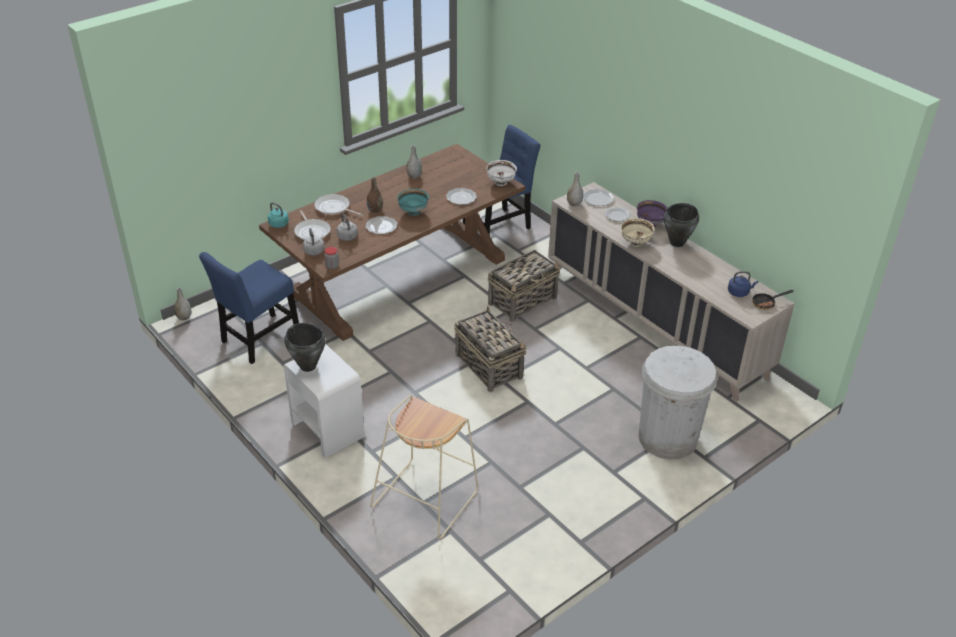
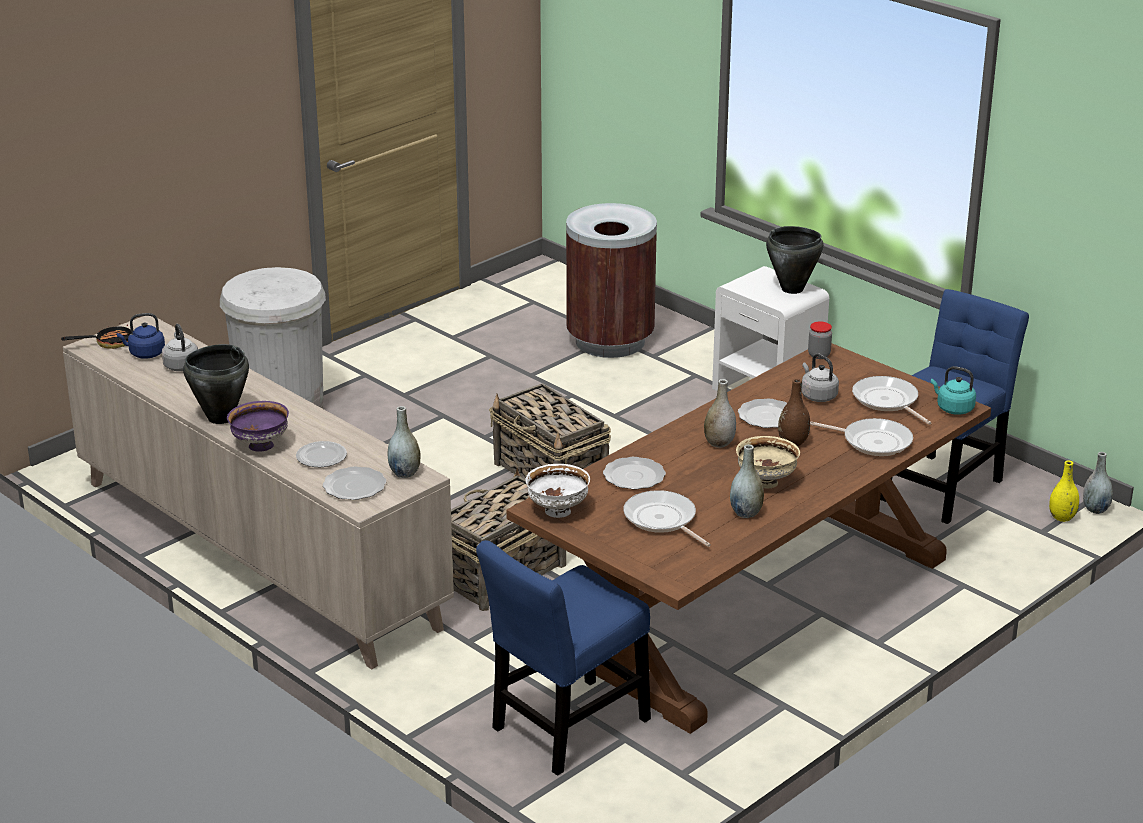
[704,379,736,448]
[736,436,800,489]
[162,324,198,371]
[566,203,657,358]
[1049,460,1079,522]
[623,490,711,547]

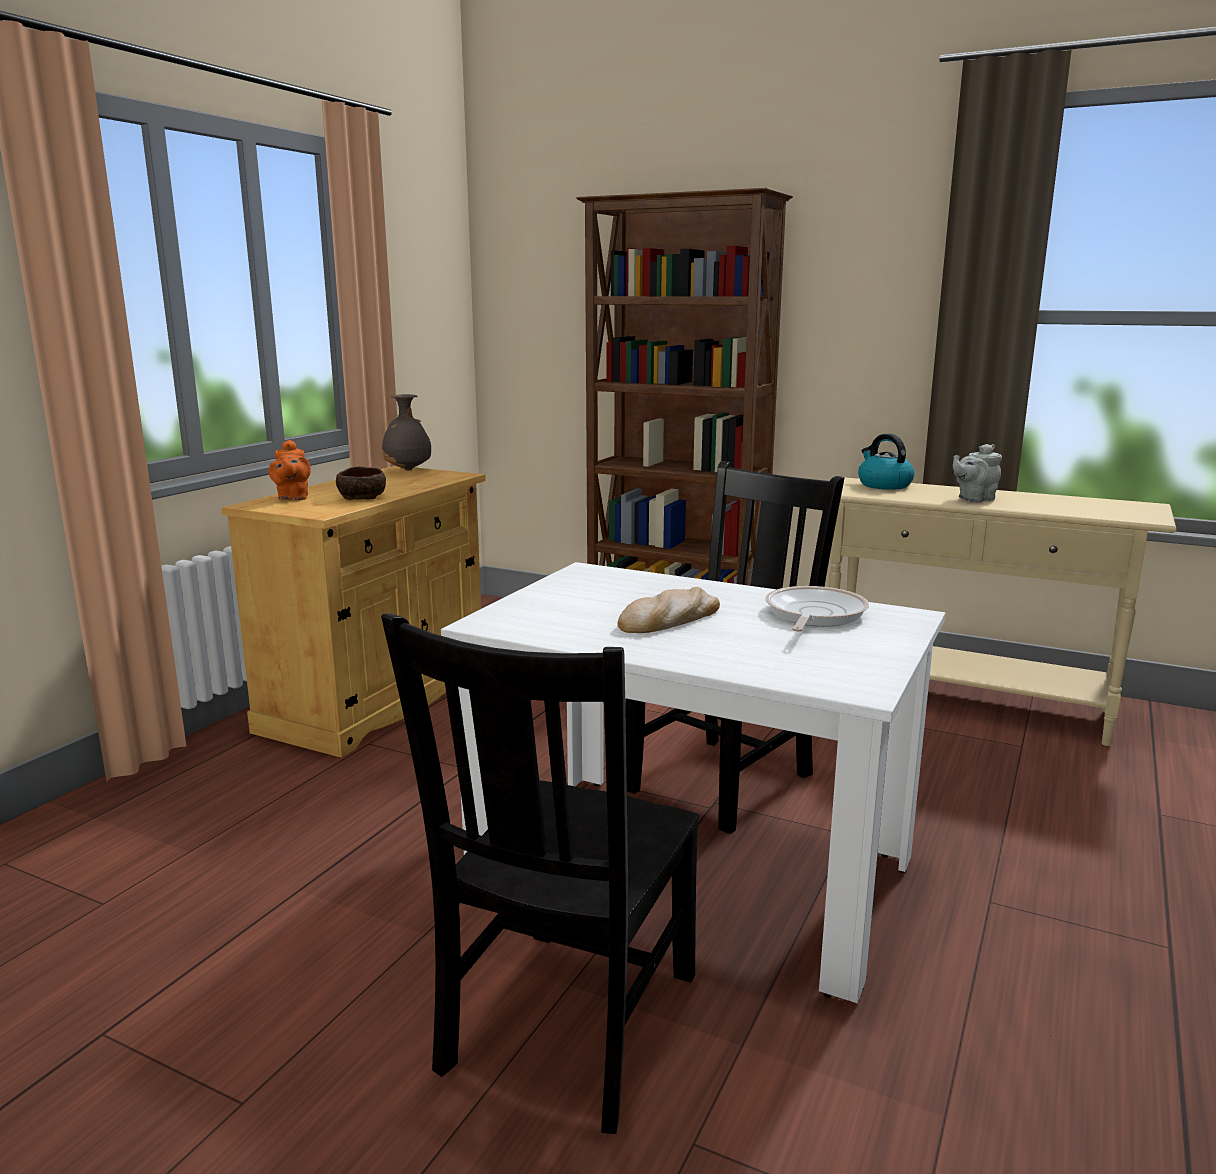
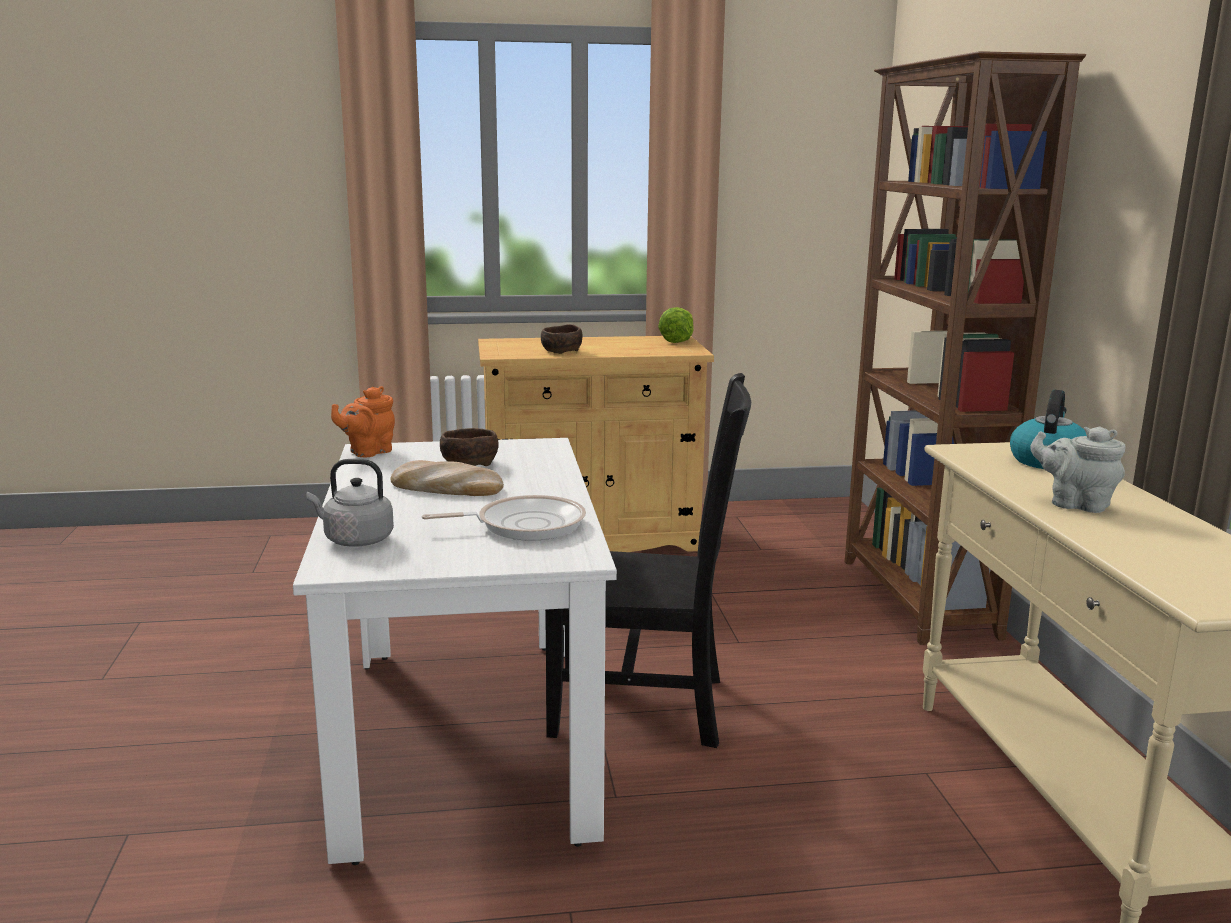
[658,307,694,343]
[331,386,395,457]
[381,613,699,1134] (first image)
[440,428,499,466]
[307,459,394,547]

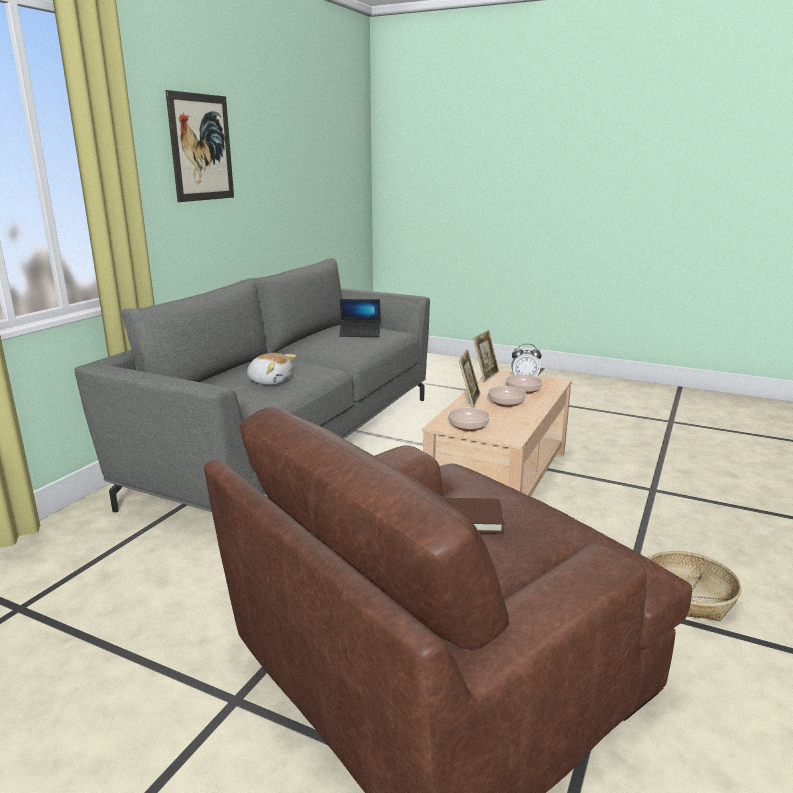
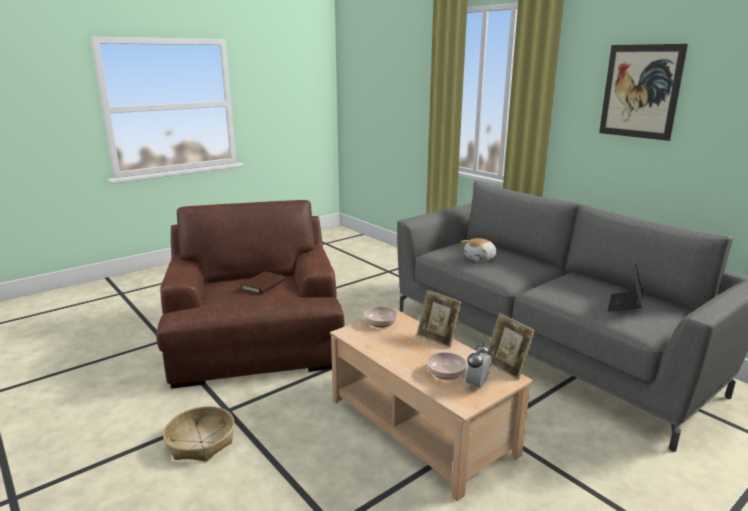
[488,386,526,407] (first image)

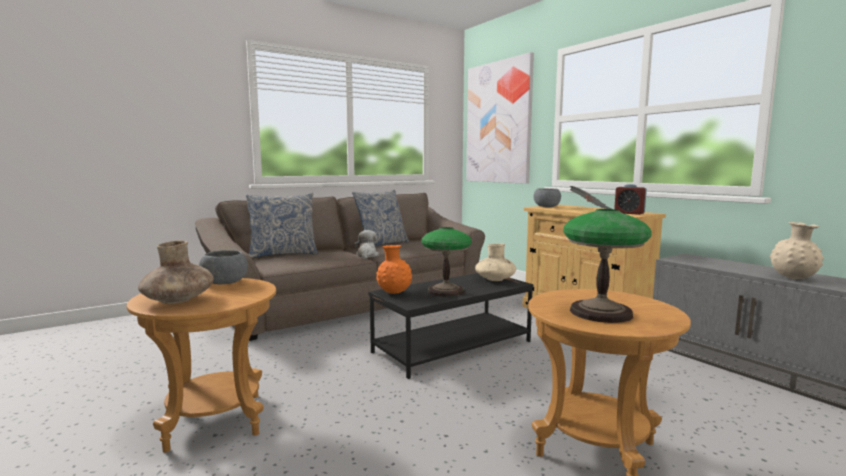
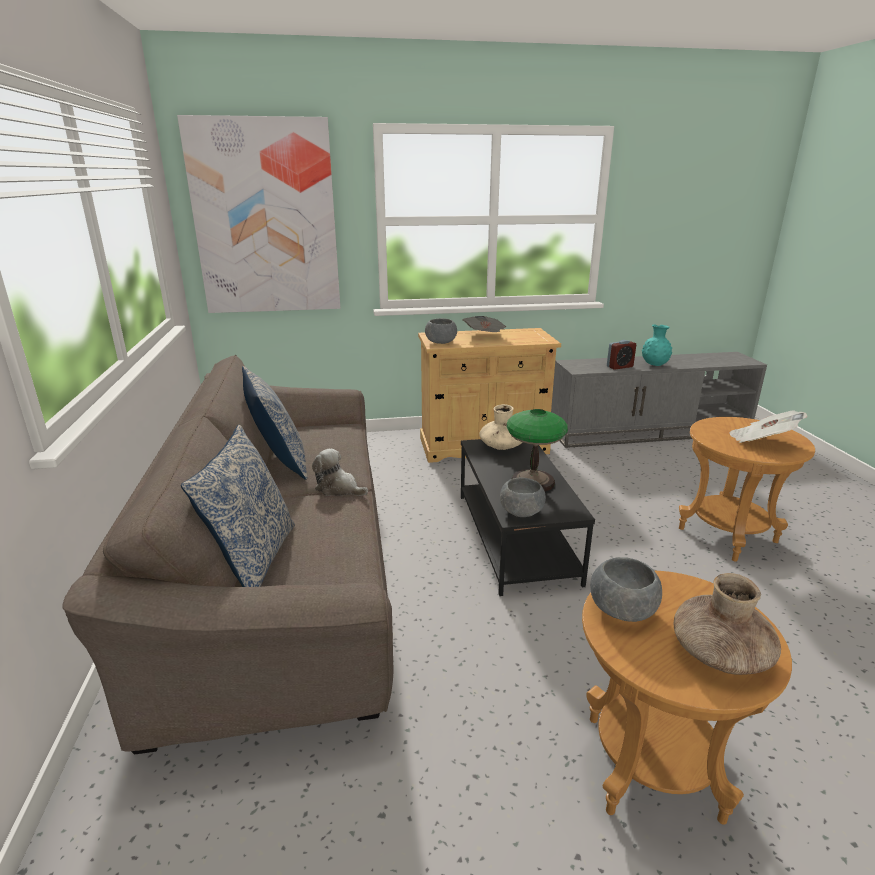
[607,340,636,370]
[729,410,807,443]
[642,324,672,366]
[500,478,546,517]

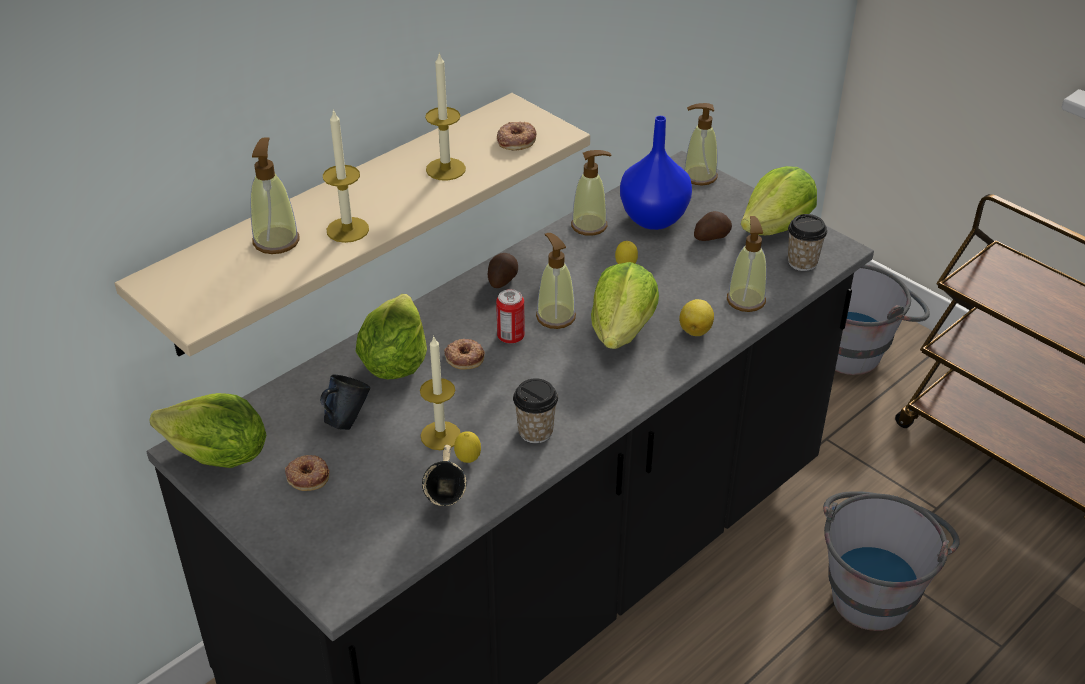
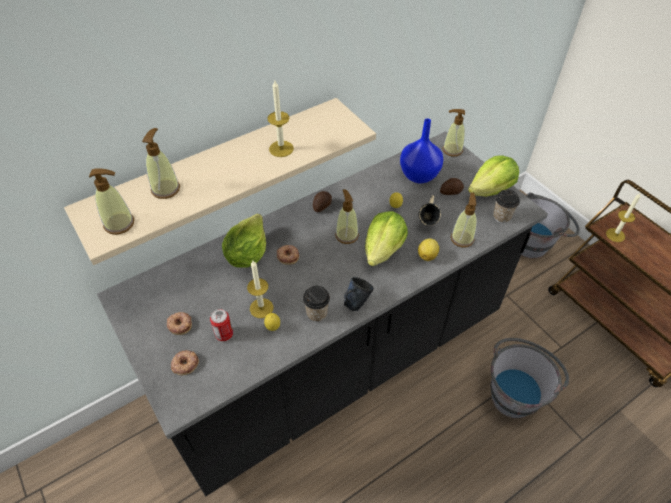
[606,193,640,242]
[171,350,199,375]
[89,168,134,235]
[210,309,233,341]
[344,277,374,311]
[149,393,266,468] (first image)
[419,195,441,226]

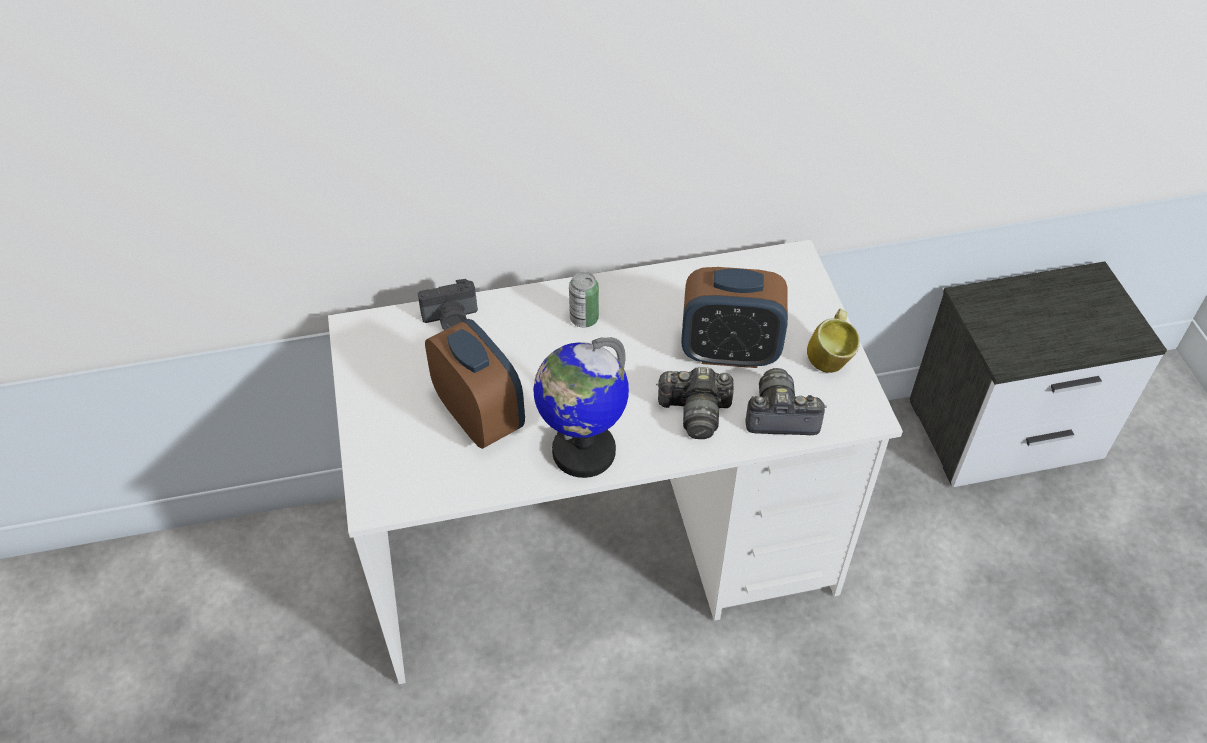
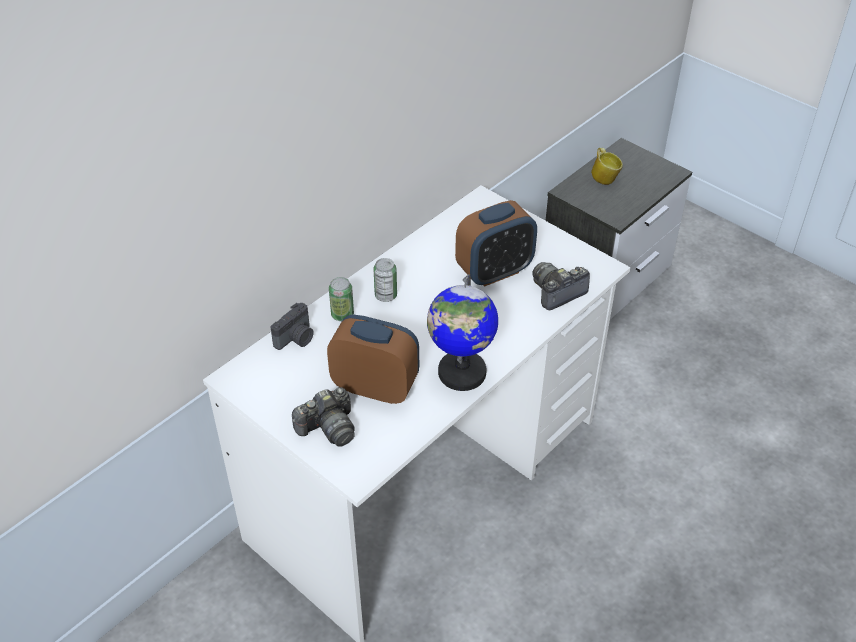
[591,148,623,185]
[292,387,355,447]
[329,277,354,321]

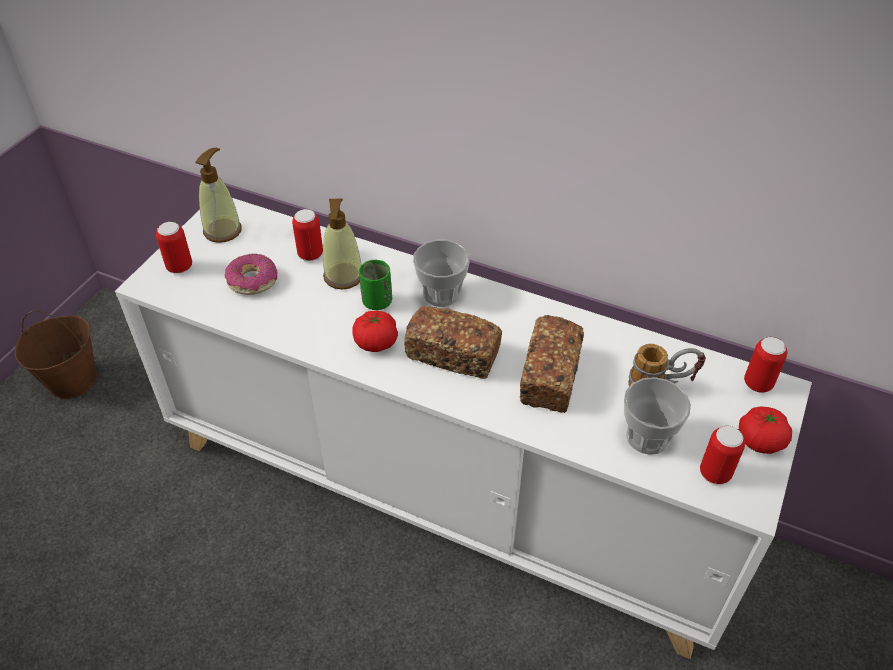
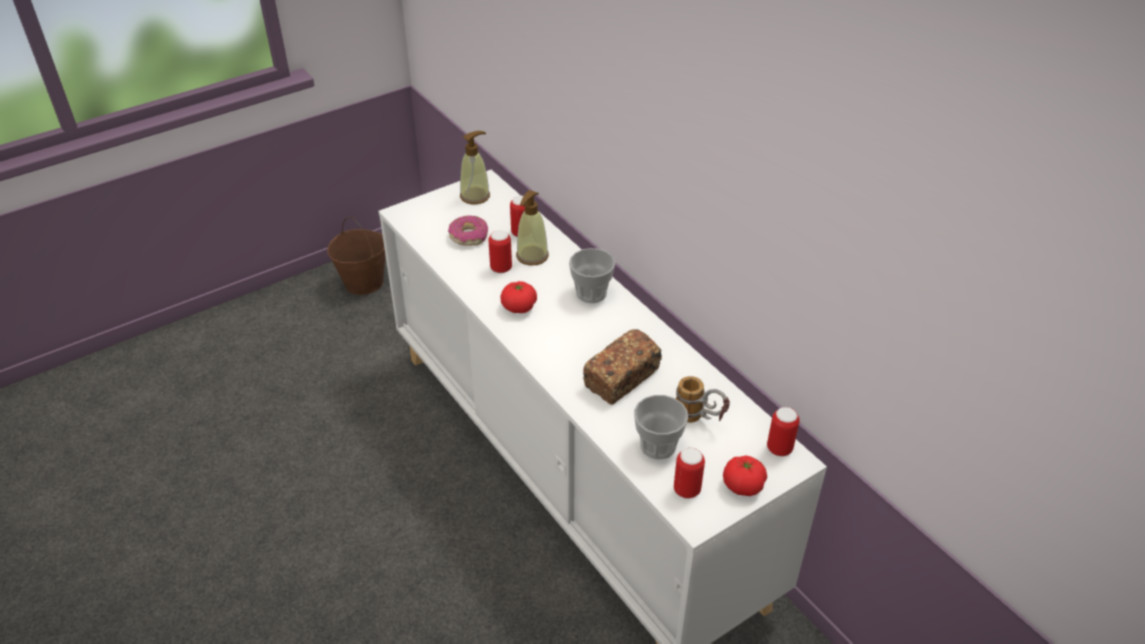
[488,230,512,273]
[359,260,392,310] (first image)
[404,306,502,379] (first image)

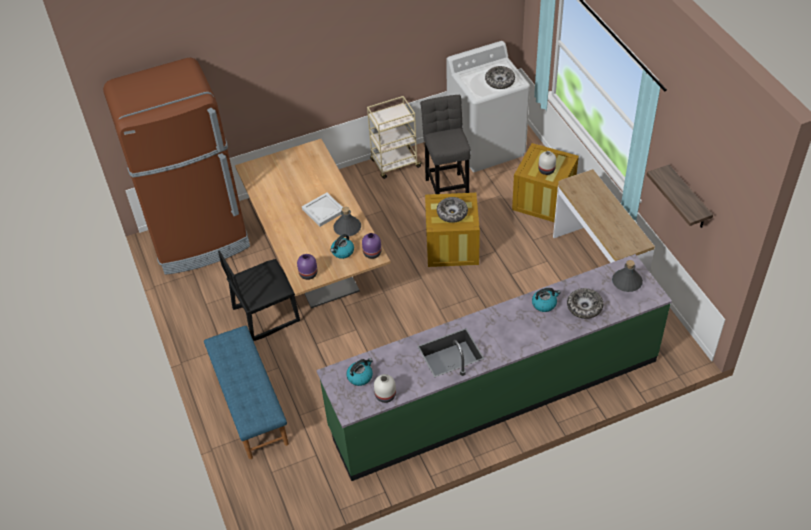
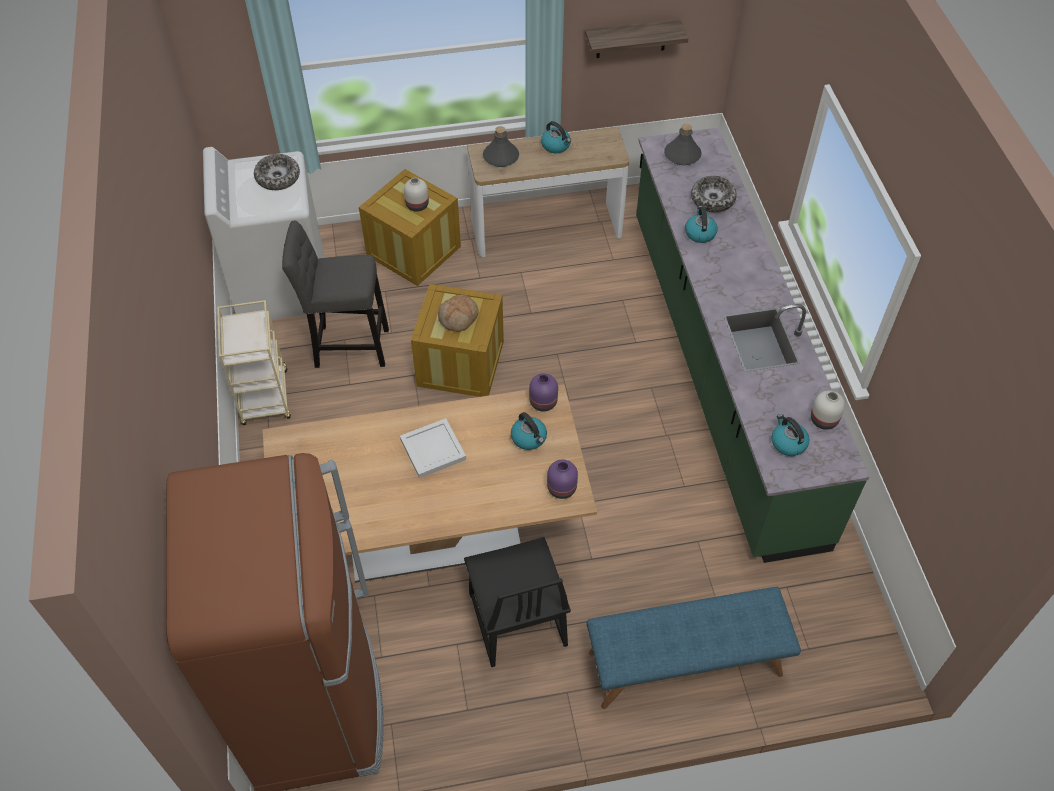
[438,295,479,332]
[483,126,519,167]
[541,121,571,154]

